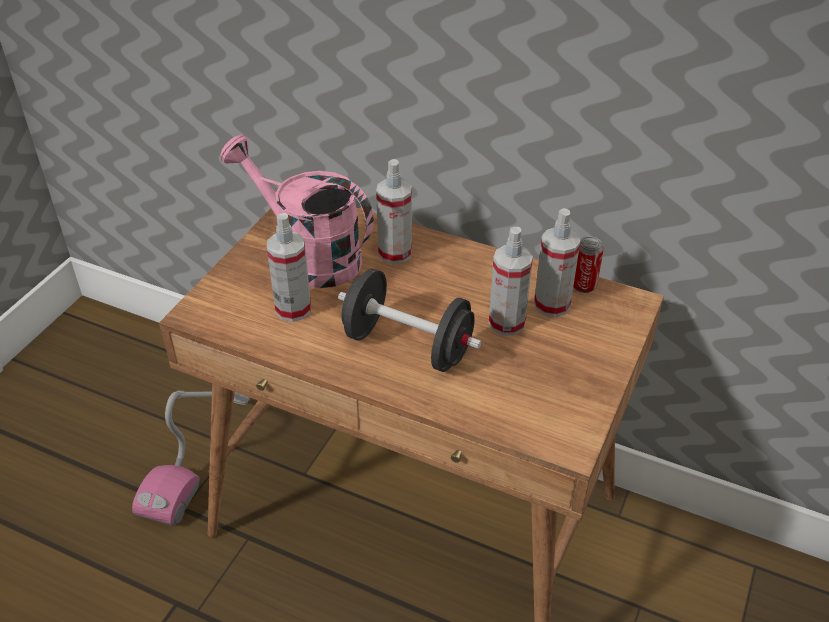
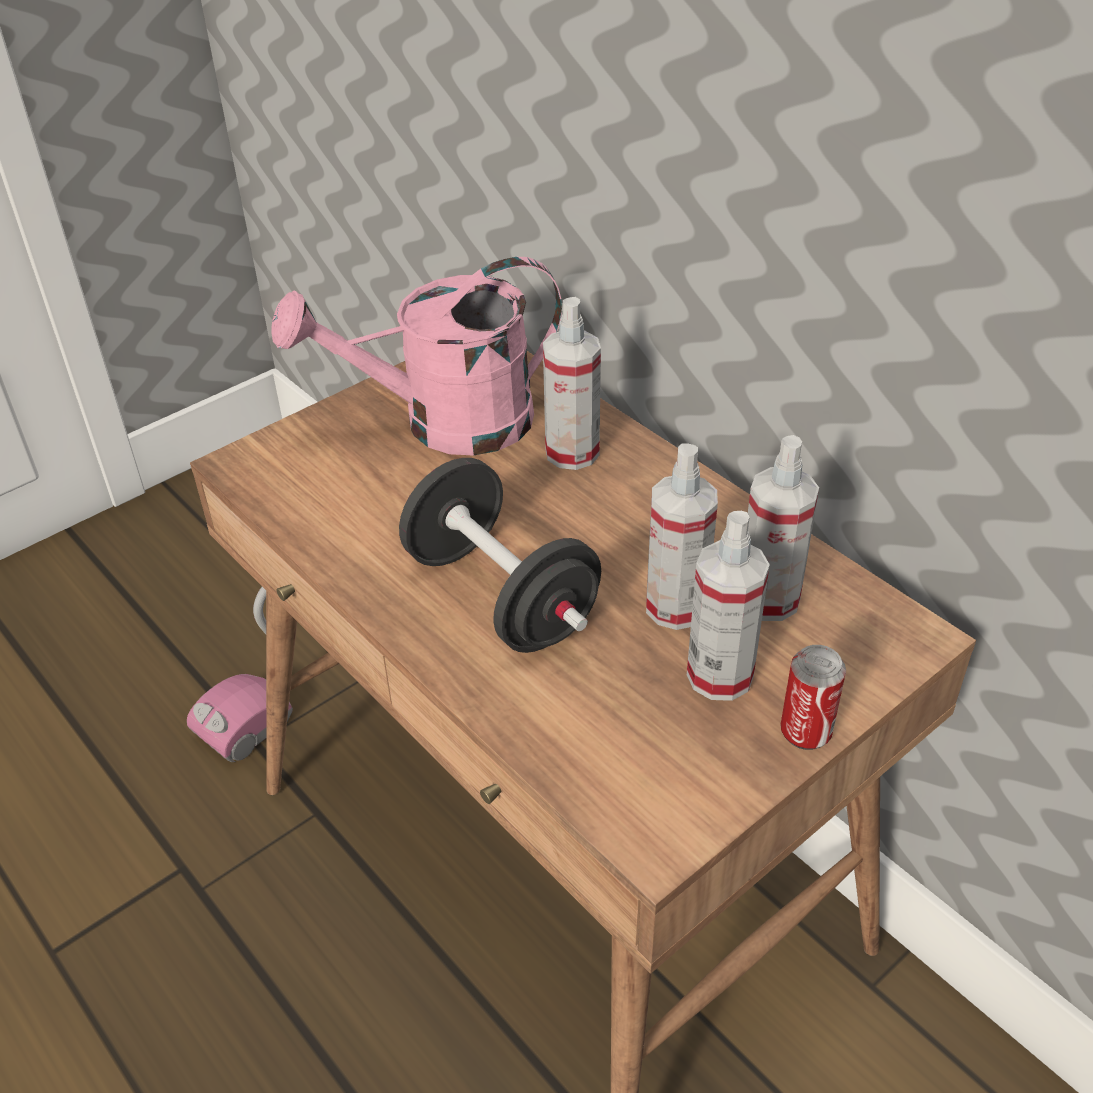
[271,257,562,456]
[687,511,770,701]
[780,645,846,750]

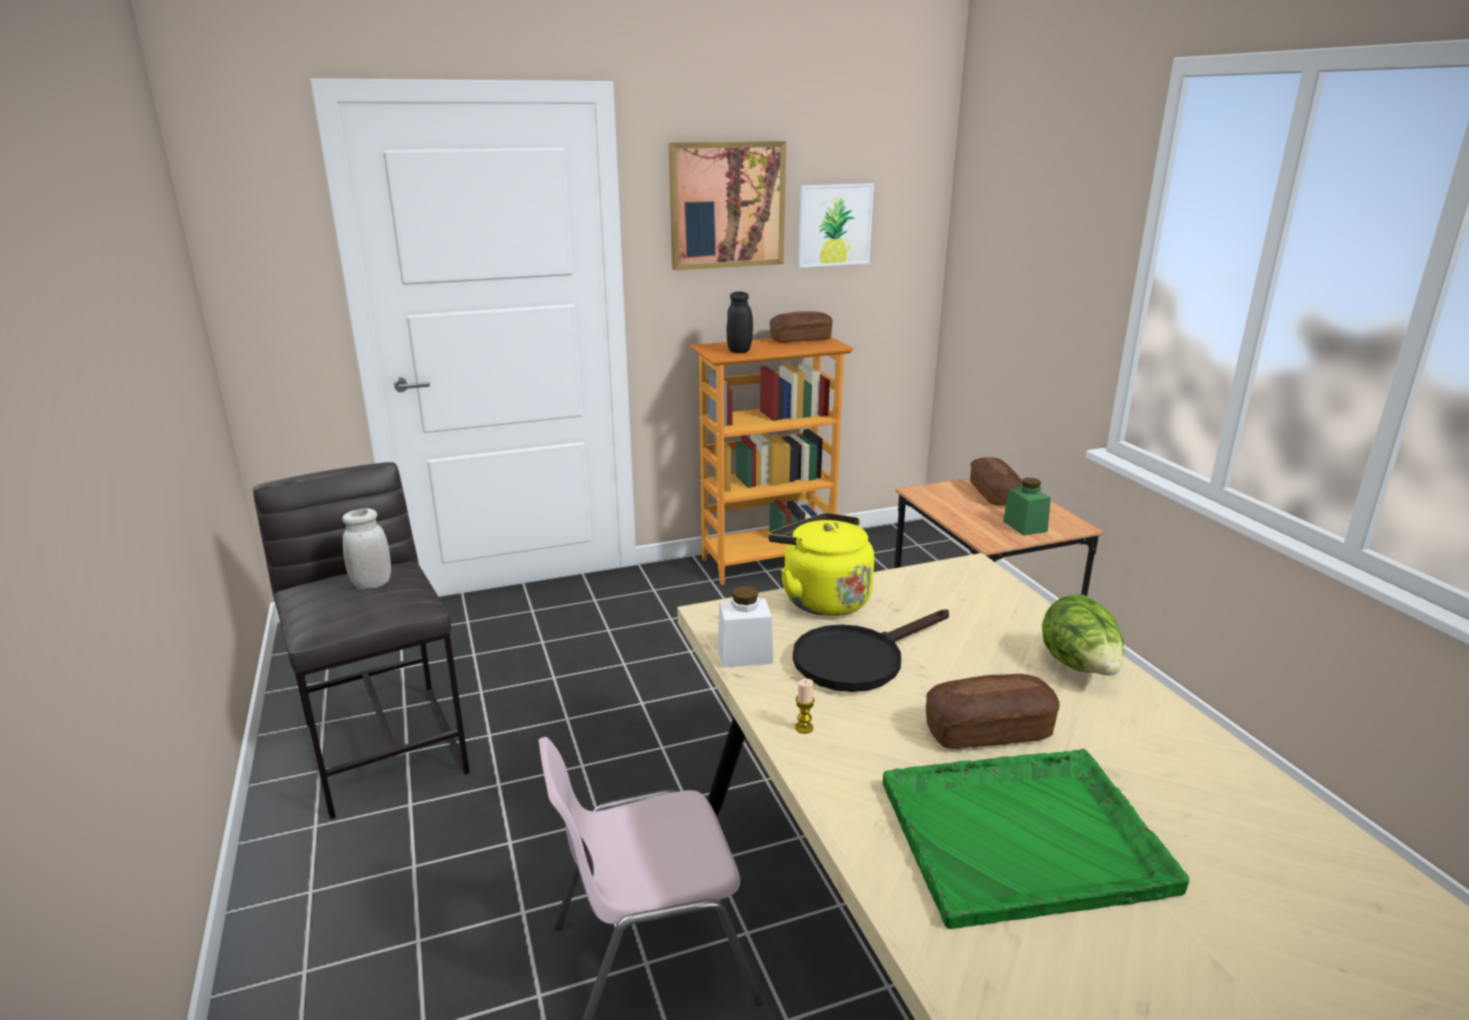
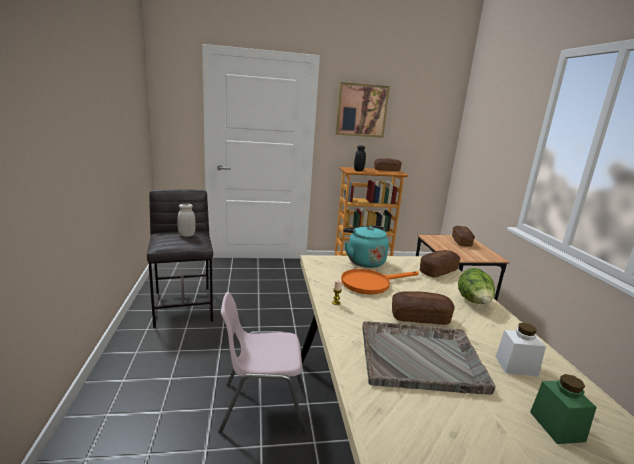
[798,183,874,268] (first image)
[530,374,597,444]
[343,226,389,268]
[496,323,546,376]
[341,269,419,295]
[362,321,495,395]
[420,250,460,277]

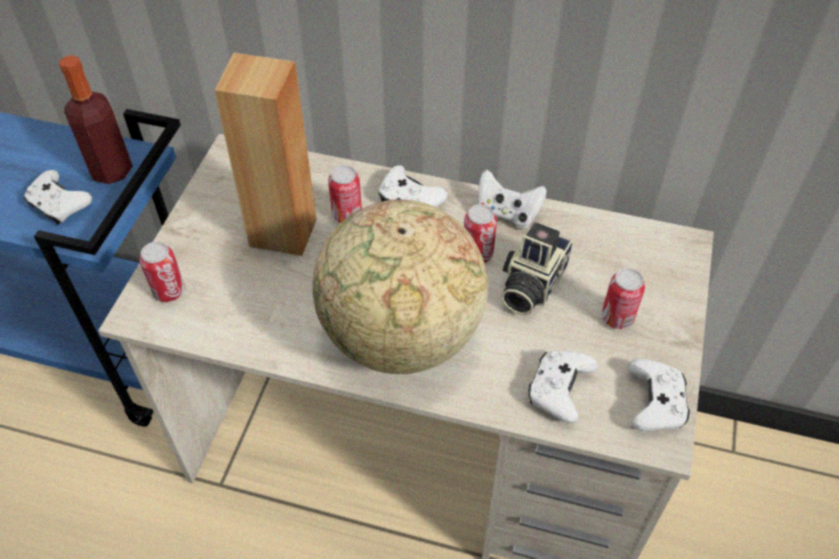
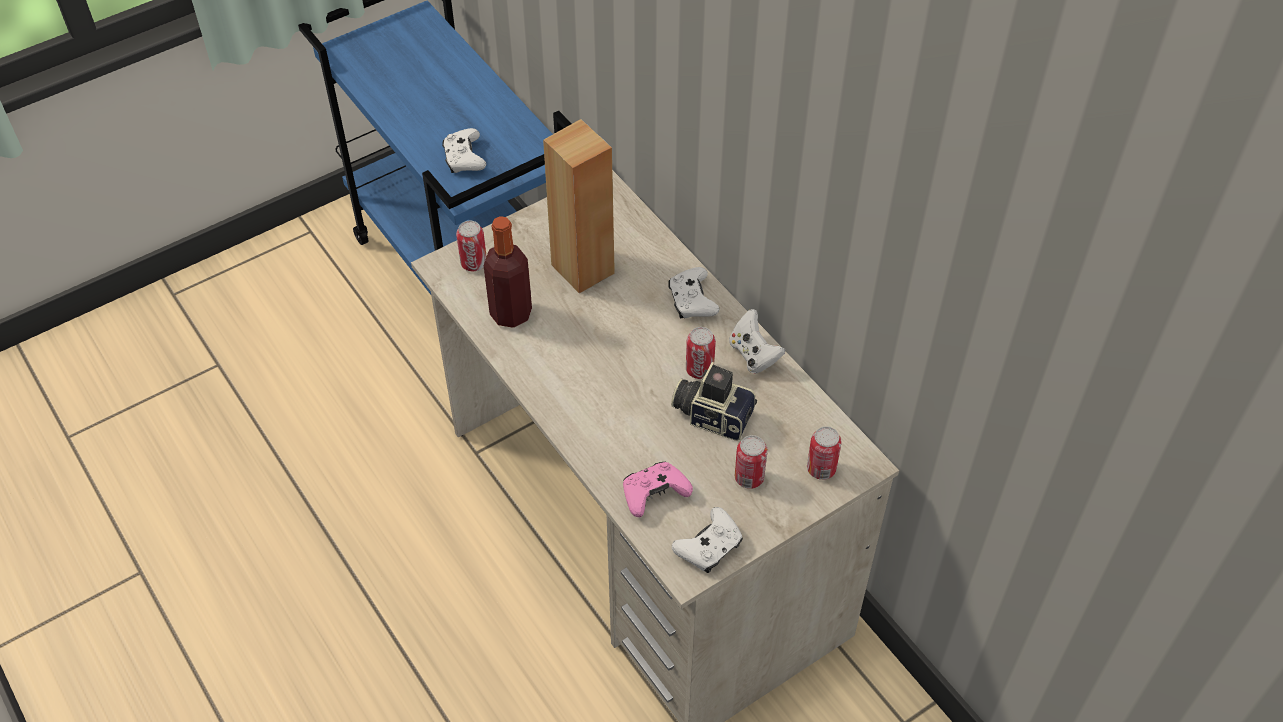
[484,216,532,328]
[807,426,842,480]
[313,199,488,374] (first image)
[671,362,757,441]
[623,462,693,517]

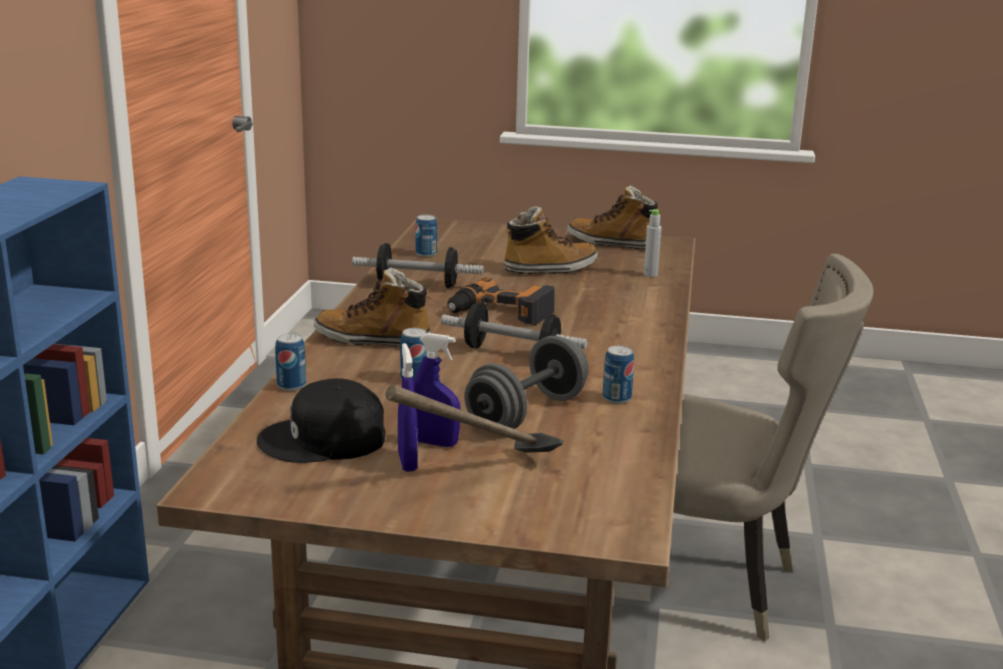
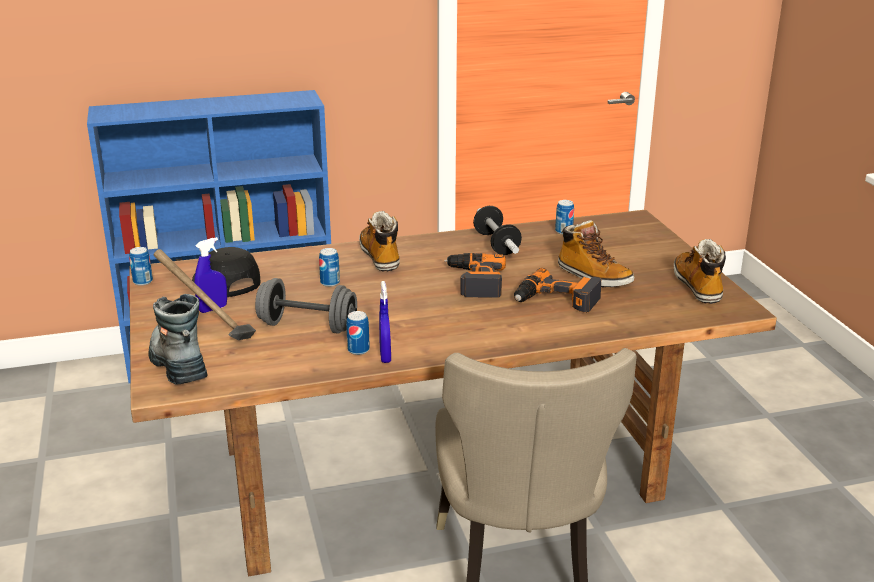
[643,209,662,277] (first image)
[441,302,588,349] (first image)
[129,247,153,286]
[379,281,391,363]
[514,268,601,312]
[148,294,207,384]

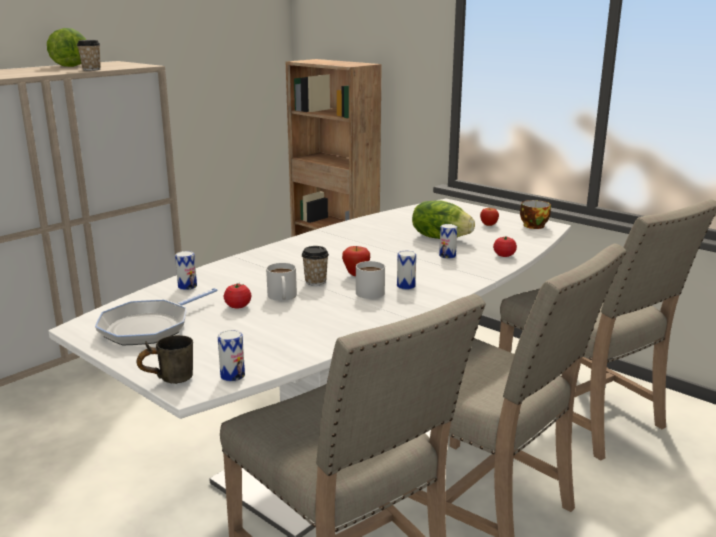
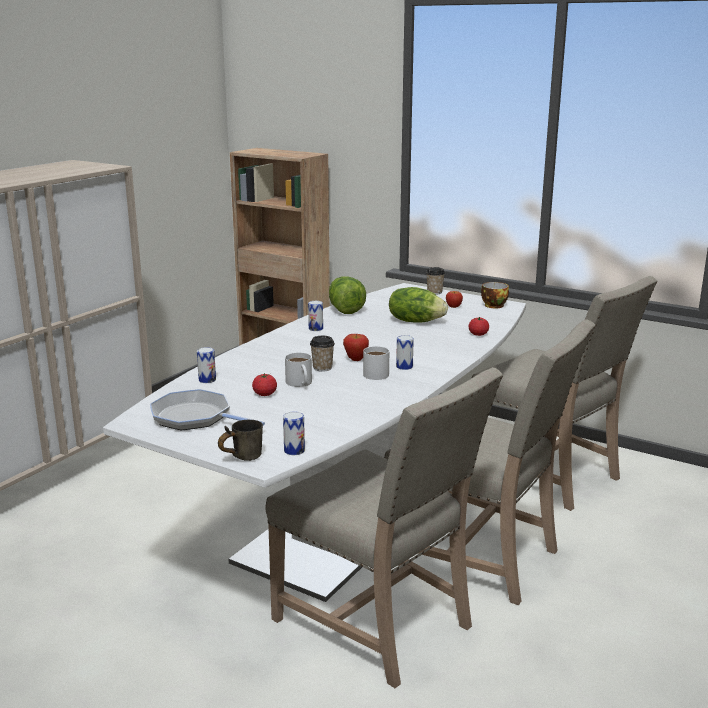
[329,276,366,314]
[426,267,445,295]
[308,301,323,331]
[150,389,265,430]

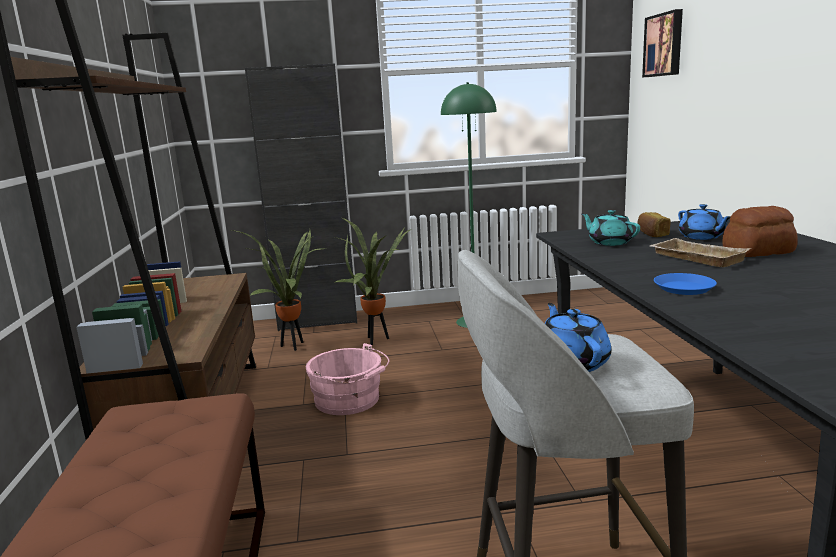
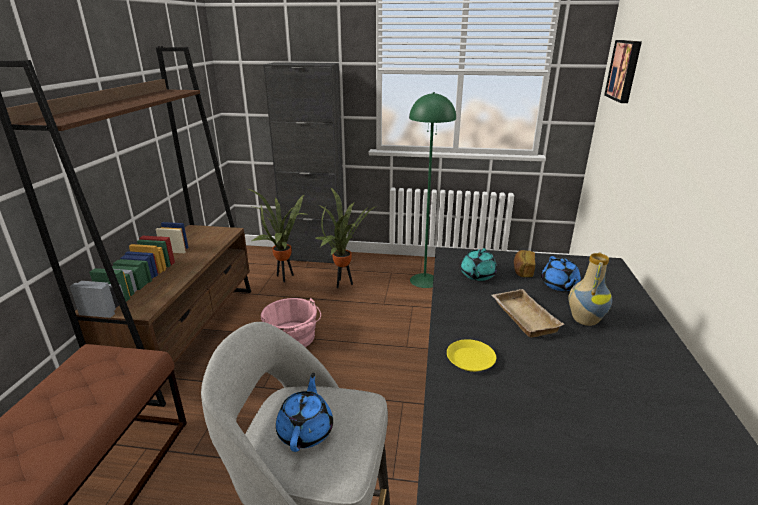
[568,252,612,326]
[461,248,497,281]
[447,339,496,372]

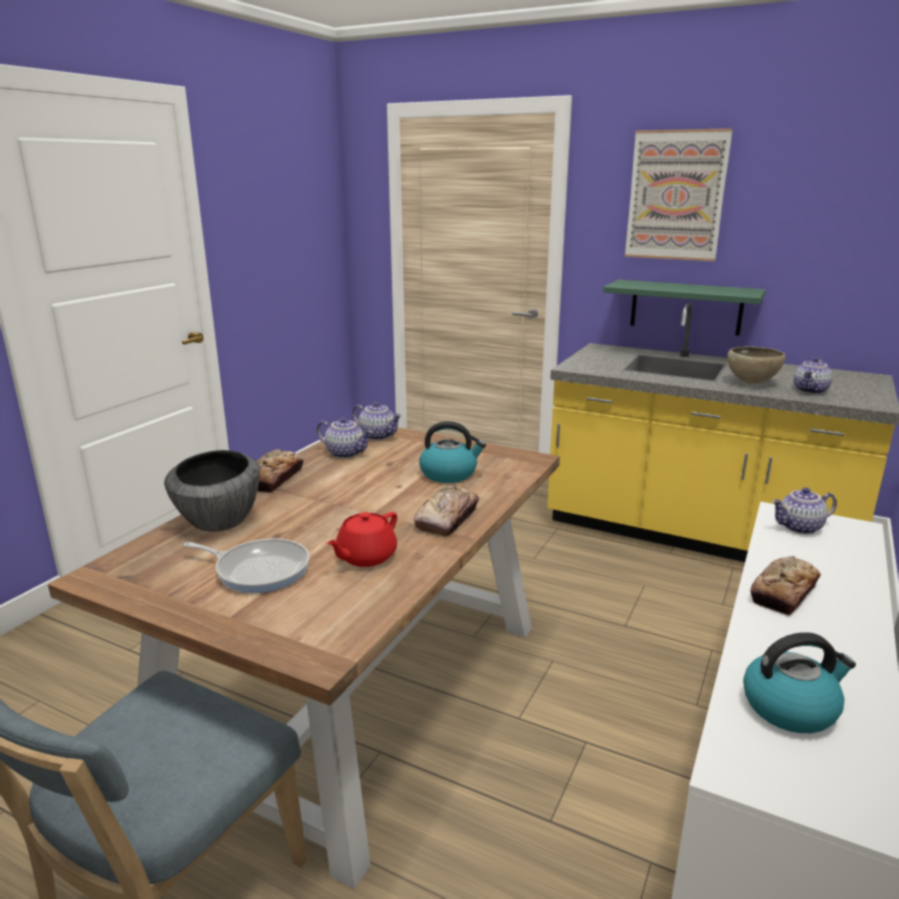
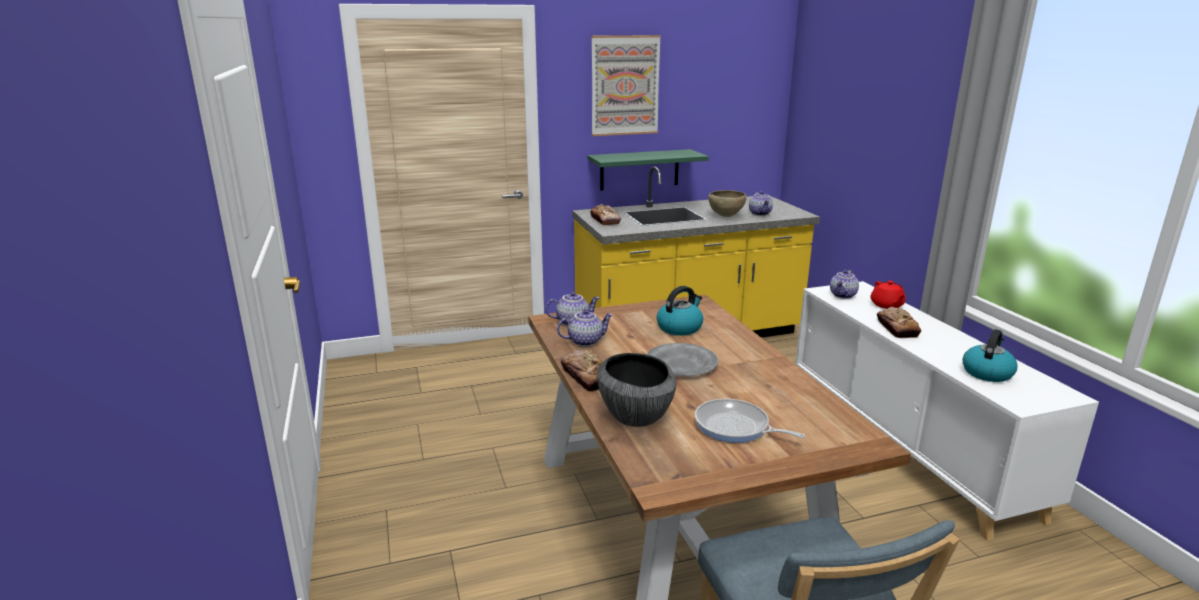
[590,204,621,225]
[871,281,906,309]
[695,399,805,443]
[647,343,718,376]

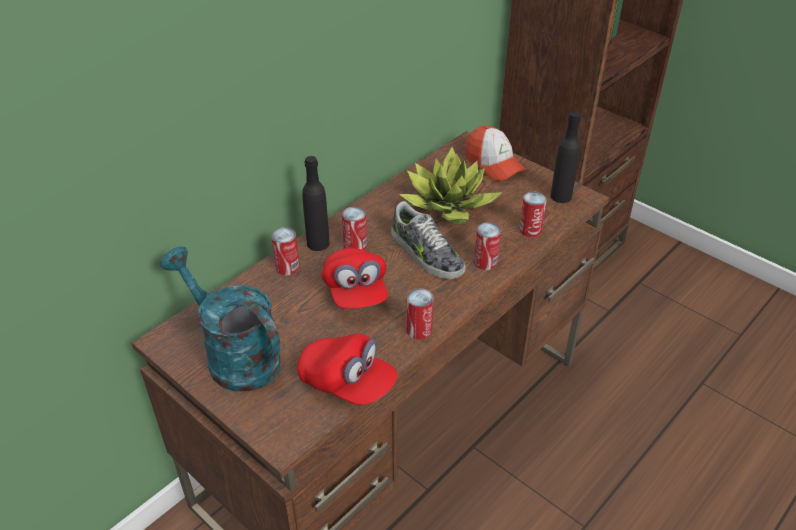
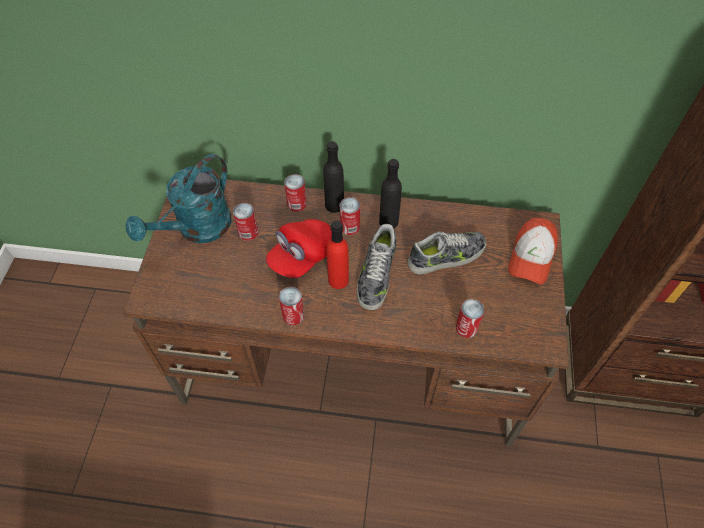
[379,159,402,228]
[408,231,486,274]
[233,203,258,241]
[125,154,231,243]
[297,334,397,405] (first image)
[327,220,349,289]

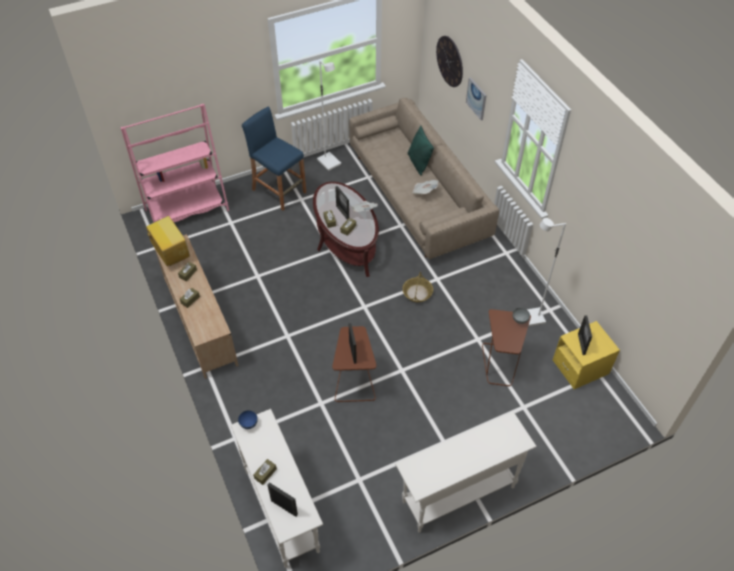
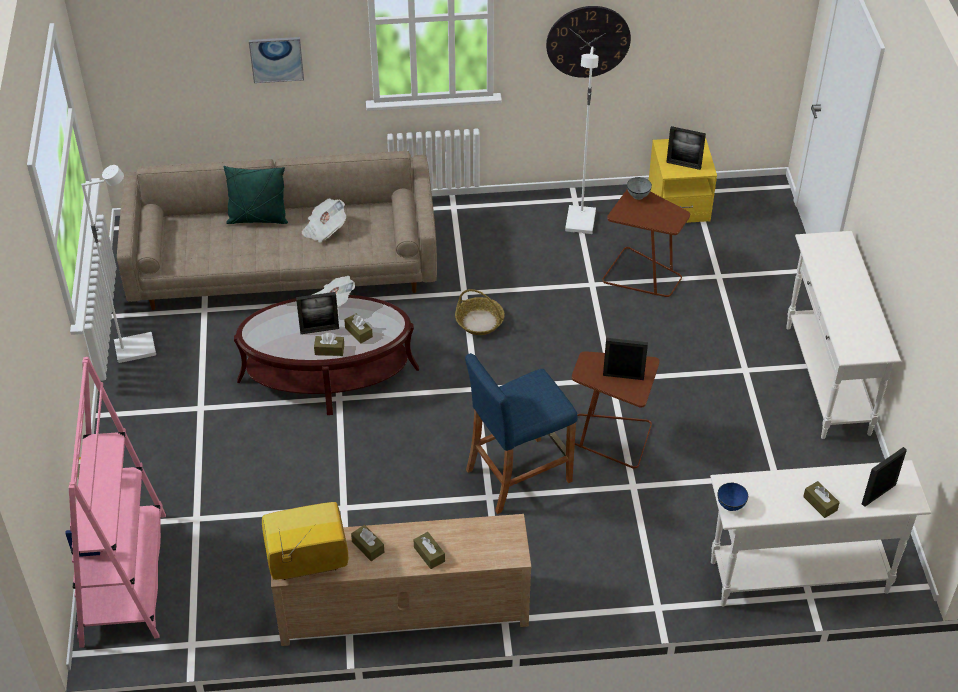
[546,6,631,78]
[465,353,577,514]

